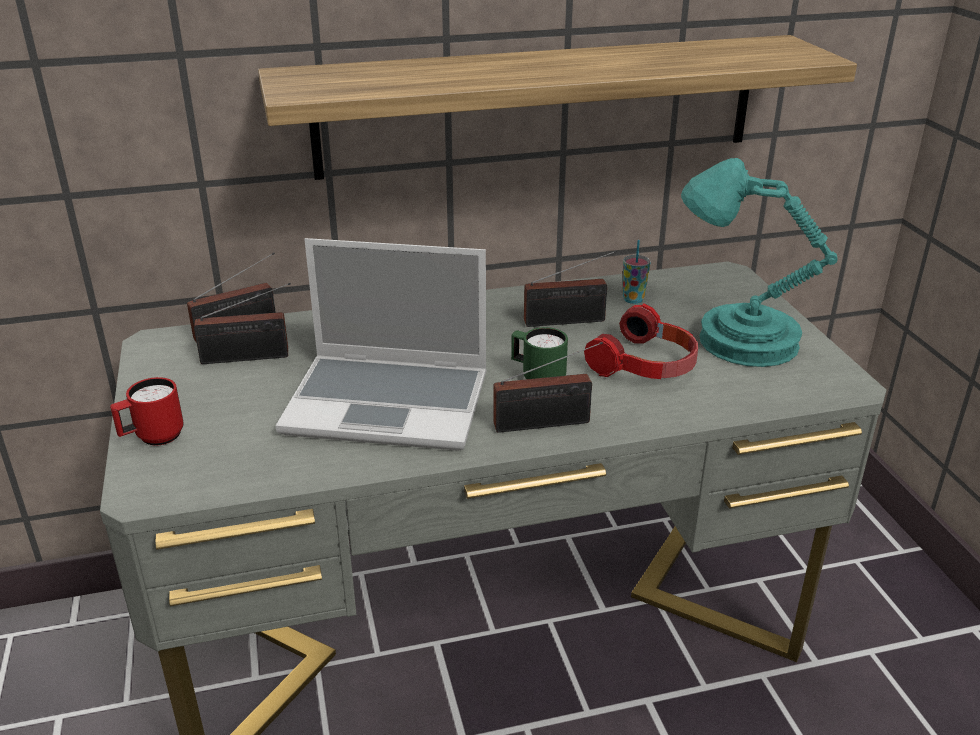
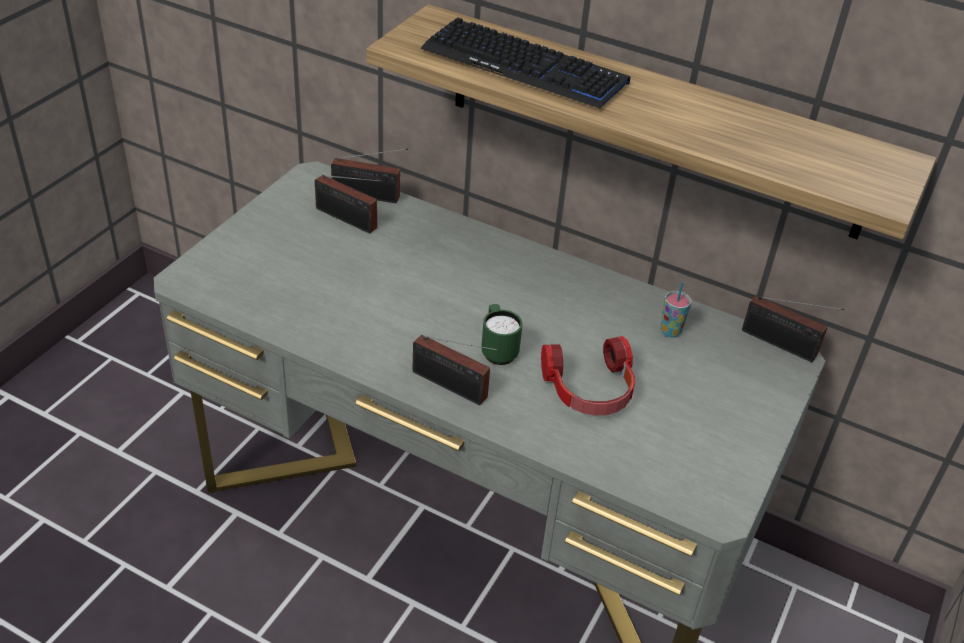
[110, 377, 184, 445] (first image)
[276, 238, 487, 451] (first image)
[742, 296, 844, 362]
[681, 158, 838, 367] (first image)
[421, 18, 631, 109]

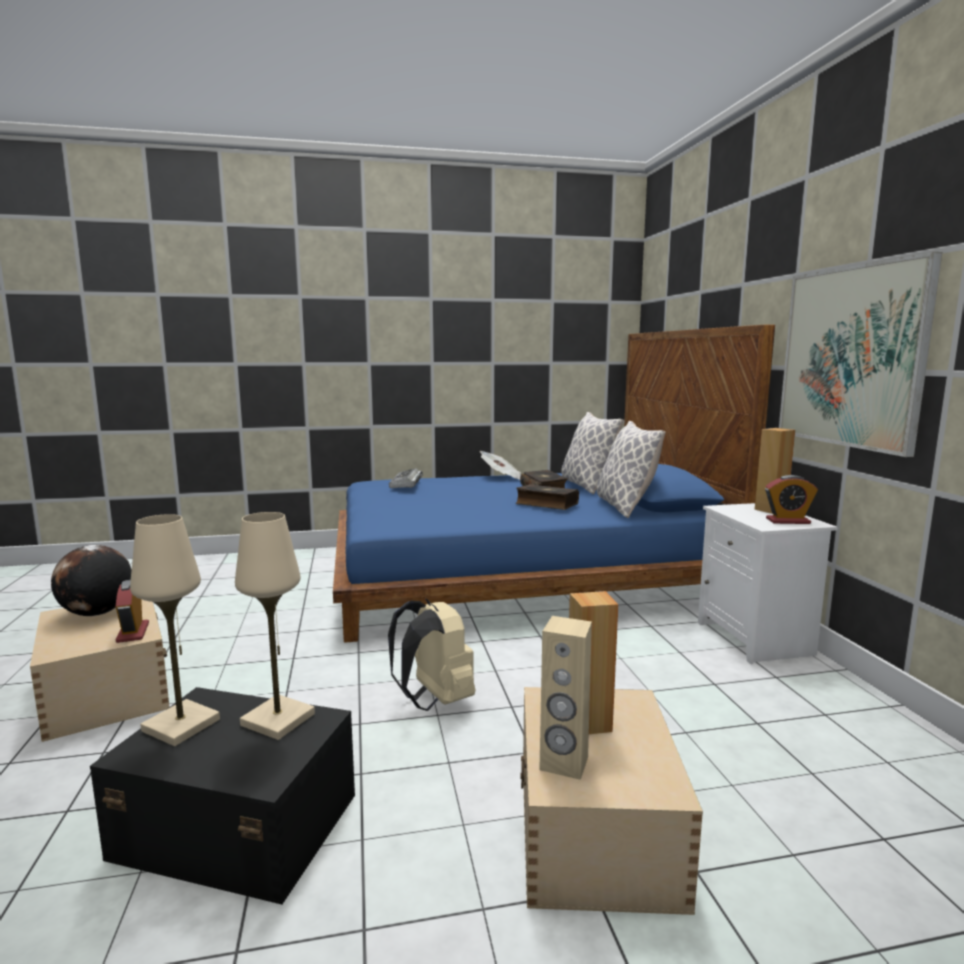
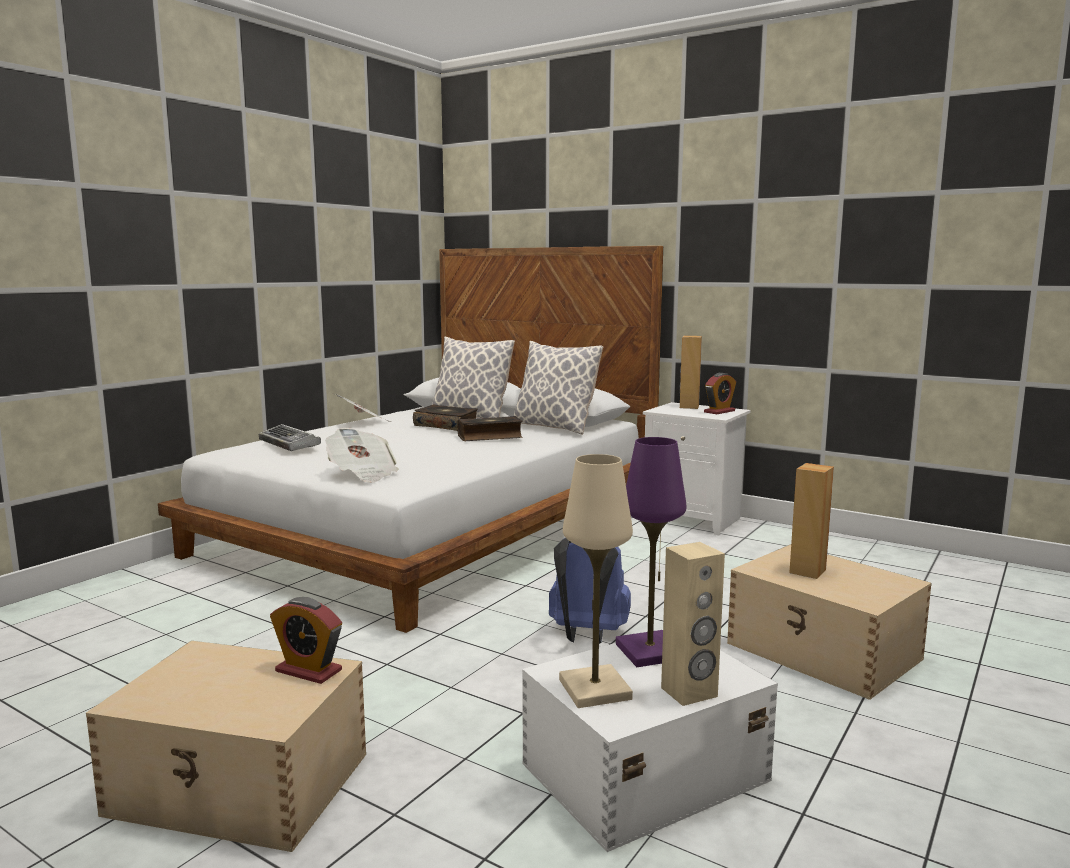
[51, 545, 132, 616] (first image)
[522, 643, 778, 852]
[616, 437, 687, 667]
[158, 246, 663, 633]
[549, 538, 631, 644]
[661, 542, 725, 706]
[779, 252, 942, 457] (first image)
[325, 428, 399, 483]

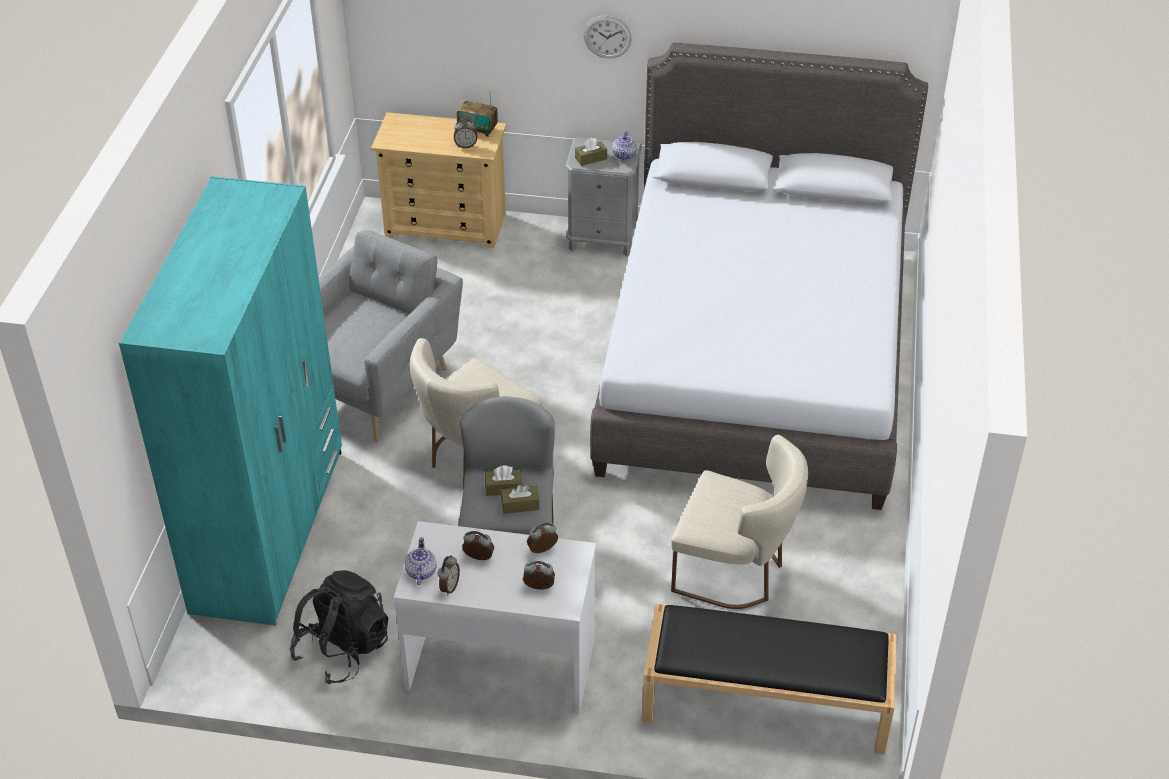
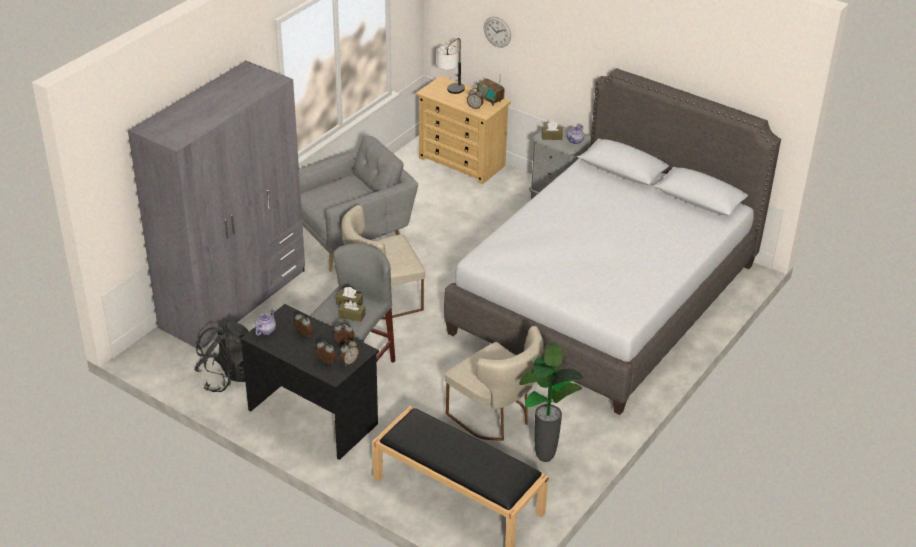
[128, 60, 305, 350]
[241, 304, 379, 460]
[340, 340, 359, 366]
[484, 16, 511, 48]
[436, 38, 465, 94]
[519, 343, 583, 462]

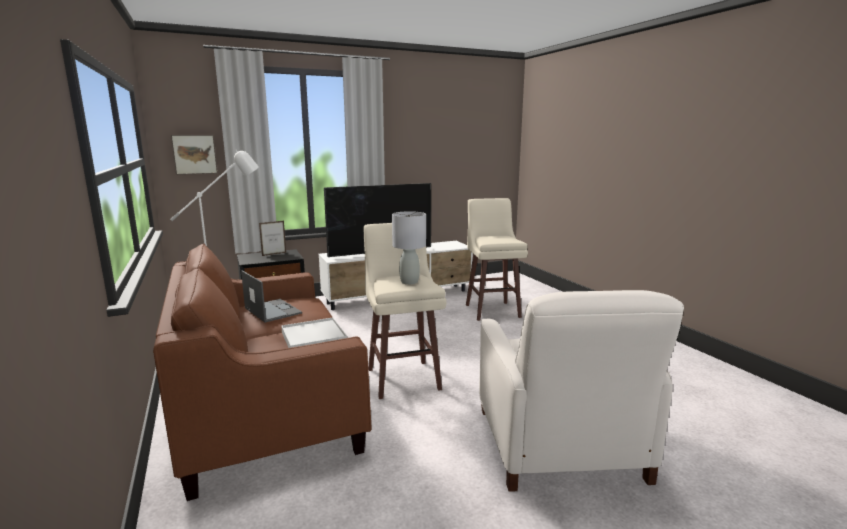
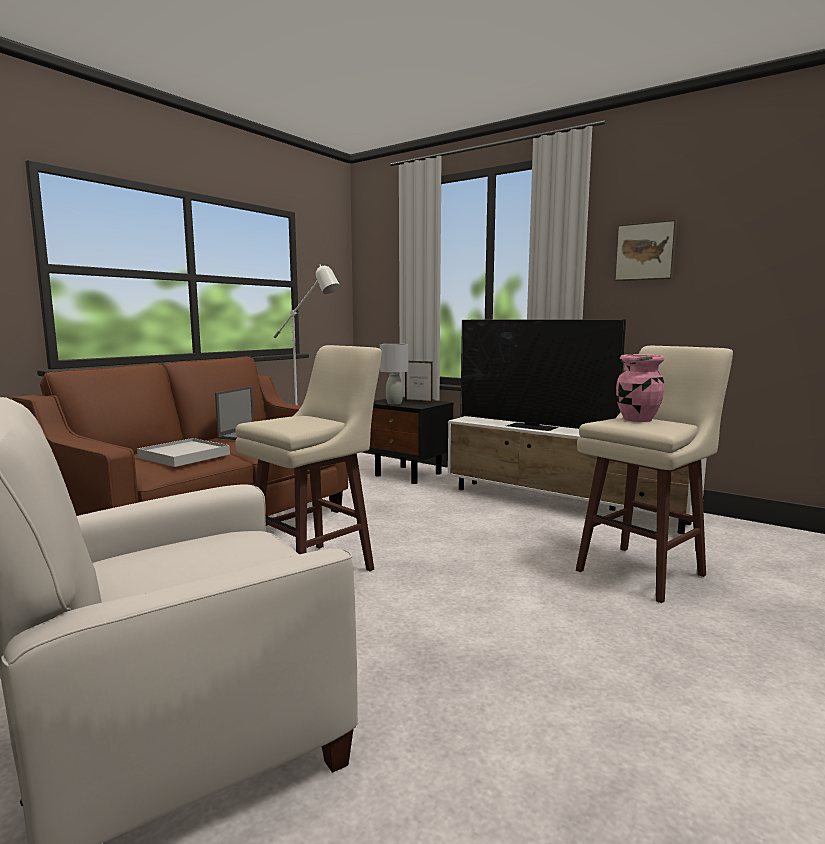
[614, 220, 677, 281]
[380, 344, 408, 404]
[616, 354, 665, 422]

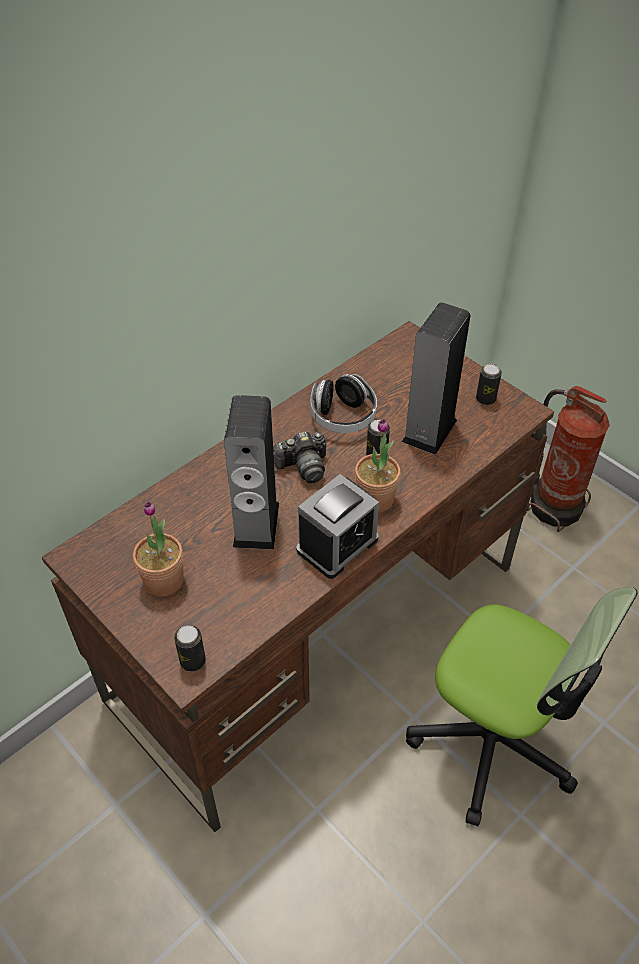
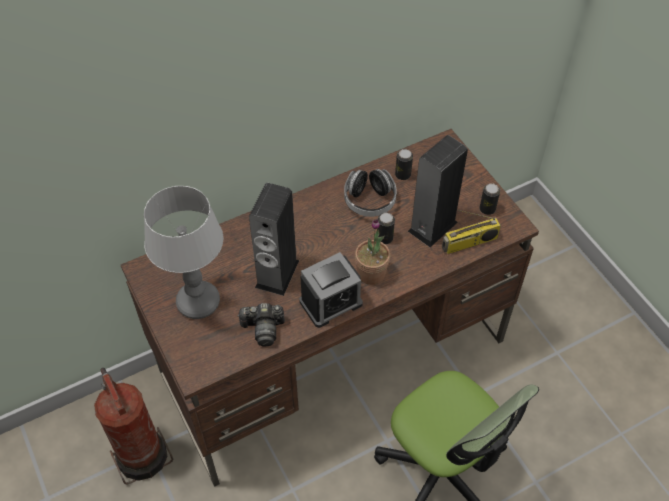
[144, 186, 224, 319]
[395, 149, 413, 180]
[237, 303, 285, 346]
[94, 368, 173, 484]
[442, 210, 501, 254]

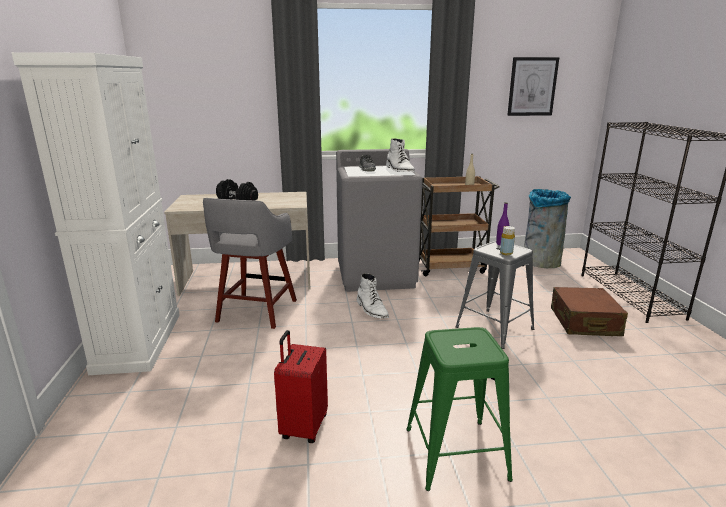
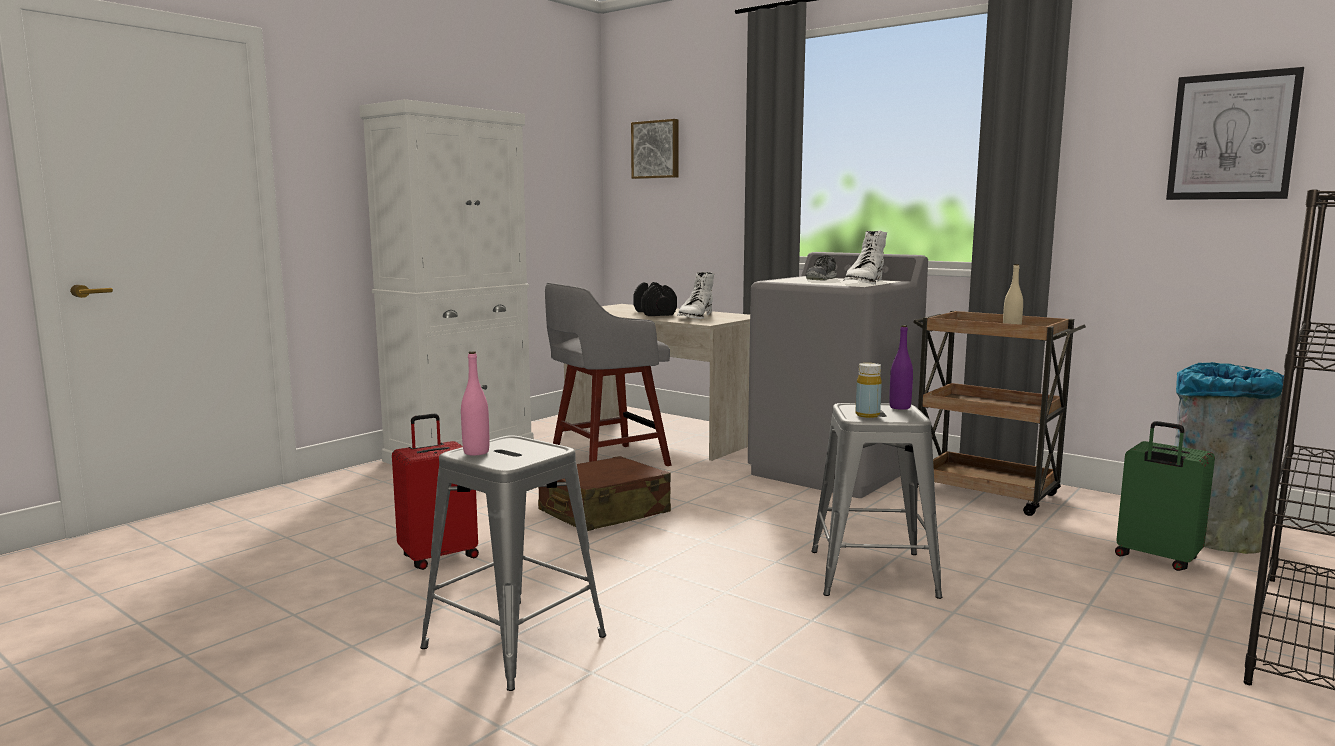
[677, 272, 714, 319]
[420, 435, 606, 691]
[538, 456, 671, 531]
[461, 351, 489, 456]
[631, 119, 679, 179]
[1115, 421, 1215, 571]

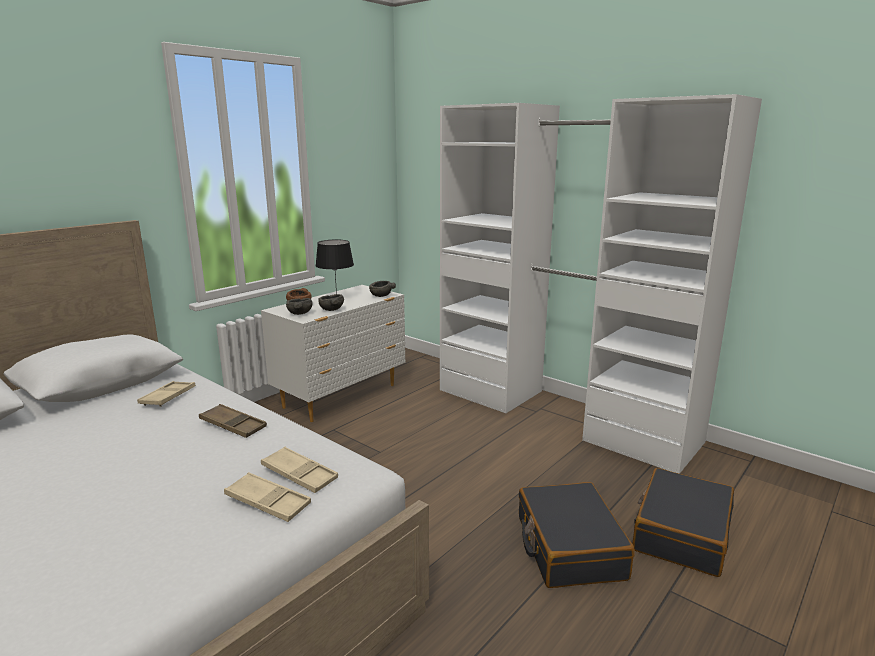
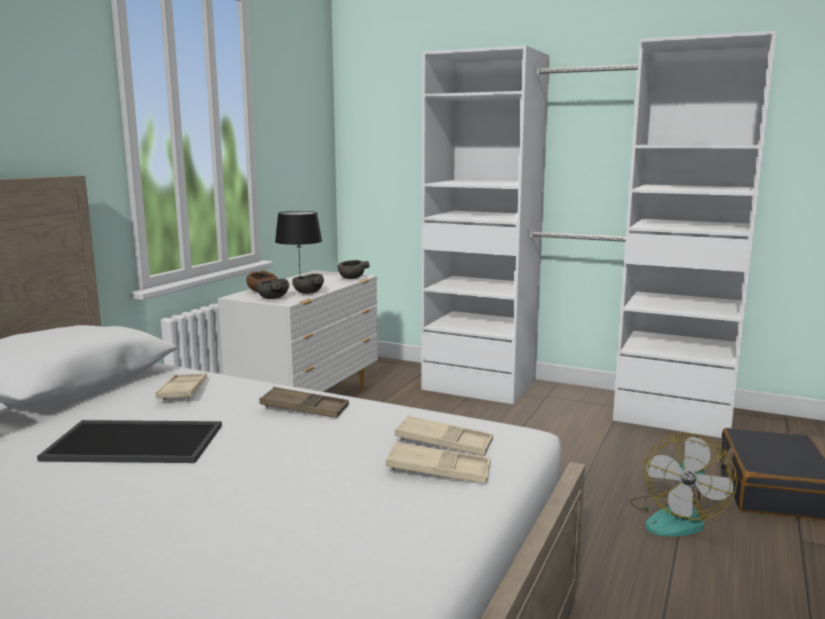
[630, 433, 737, 536]
[37, 420, 222, 463]

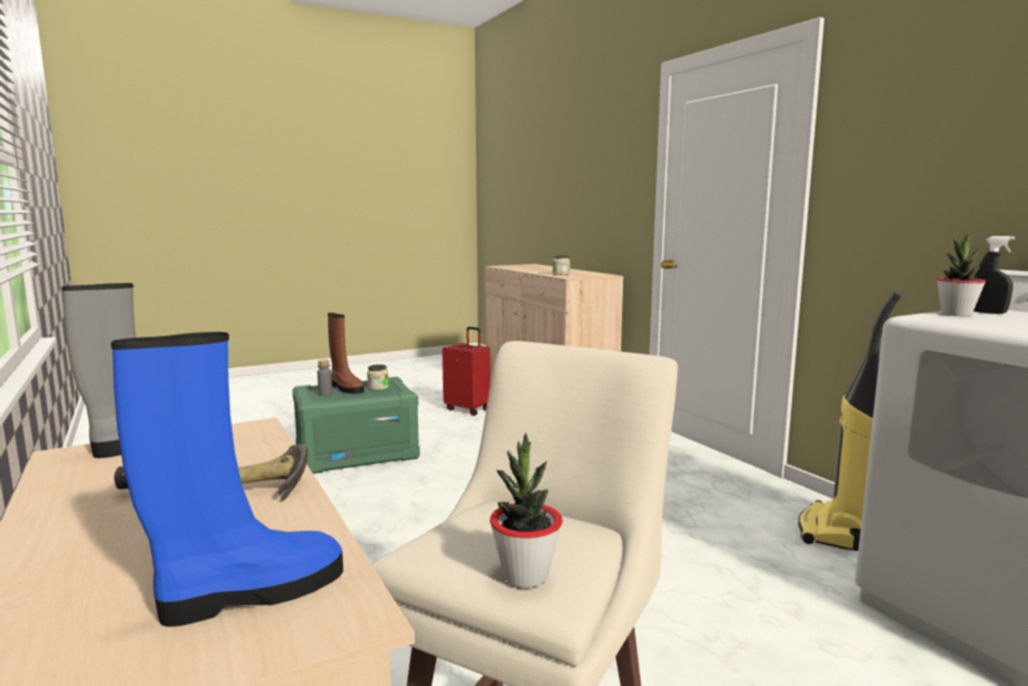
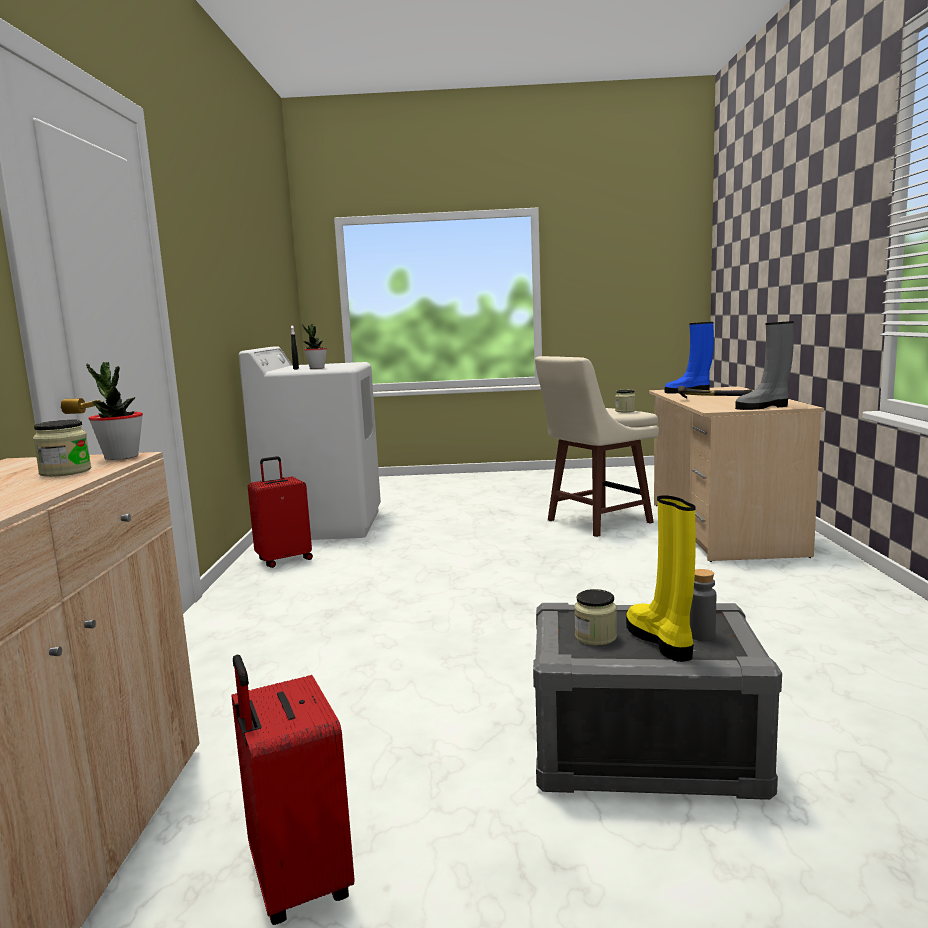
[533, 603, 782, 800]
[626, 495, 696, 662]
[86, 362, 143, 460]
[248, 456, 313, 568]
[615, 390, 635, 412]

